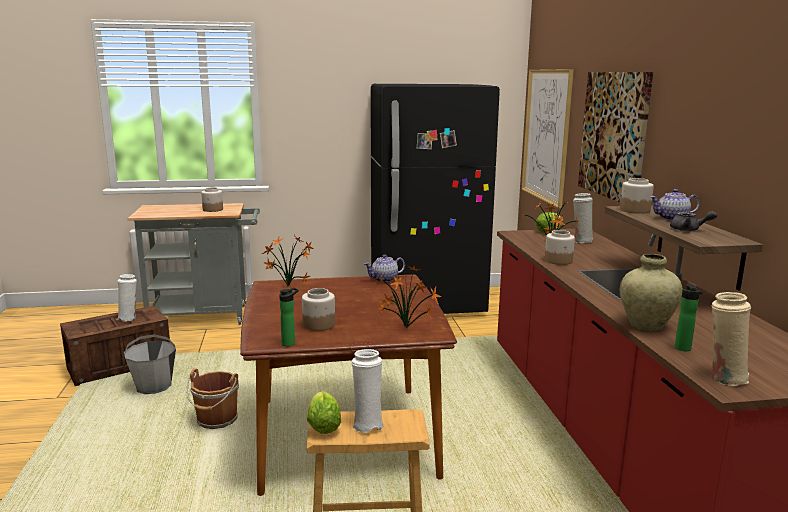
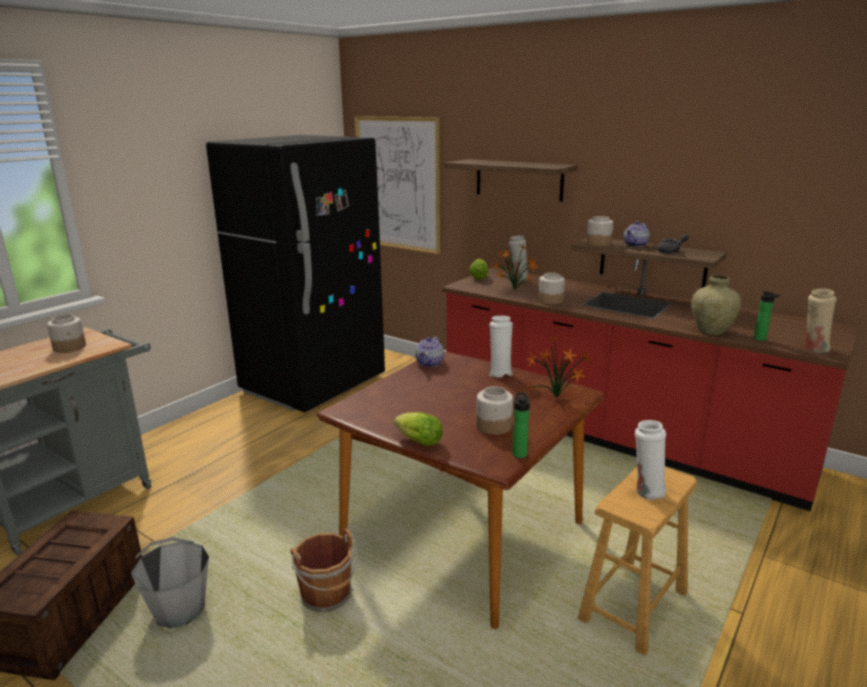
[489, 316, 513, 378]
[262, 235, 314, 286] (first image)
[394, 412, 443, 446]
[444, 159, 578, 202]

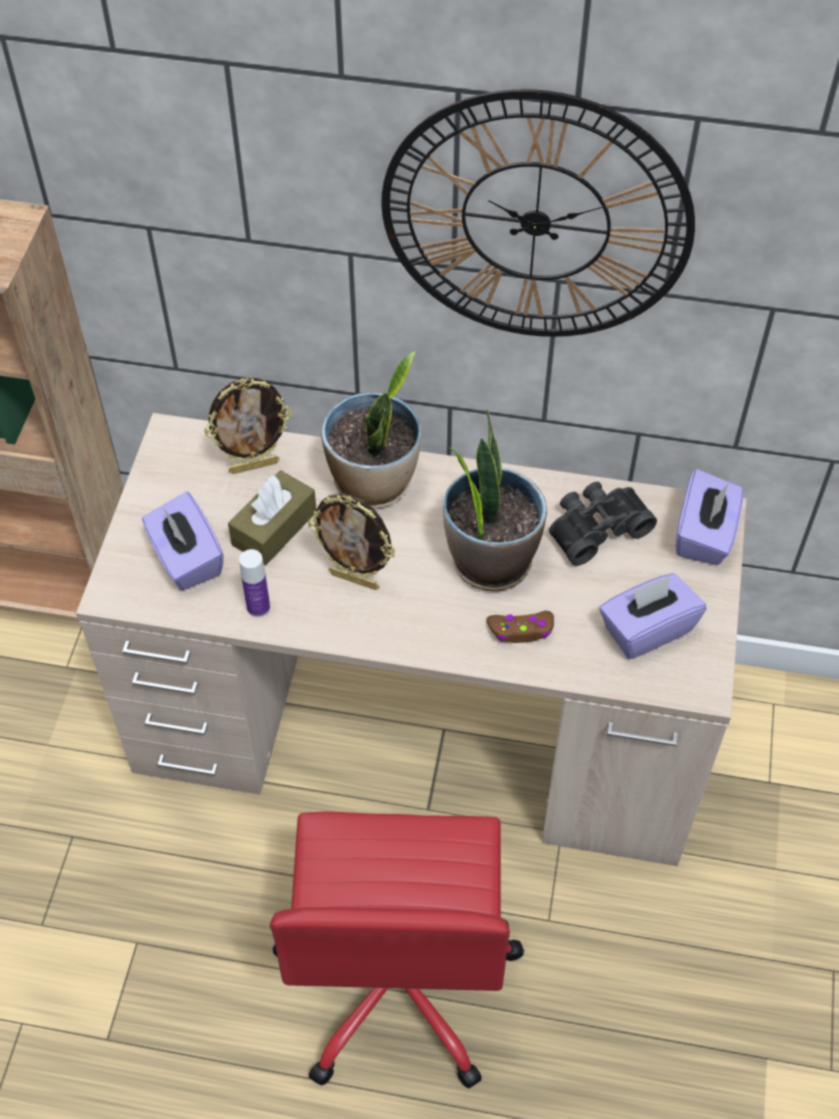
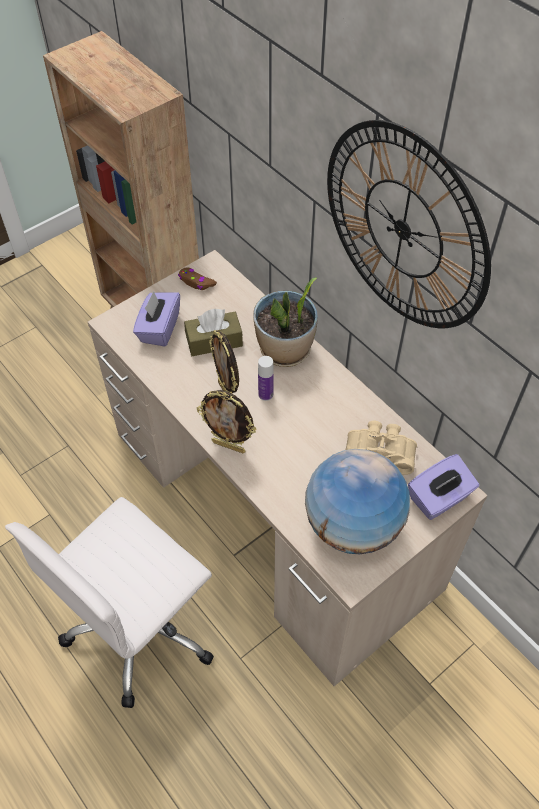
[197, 390, 256, 453]
[258, 356, 274, 401]
[5, 497, 214, 708]
[443, 409, 547, 591] (first image)
[178, 267, 217, 290]
[346, 421, 417, 475]
[305, 449, 410, 554]

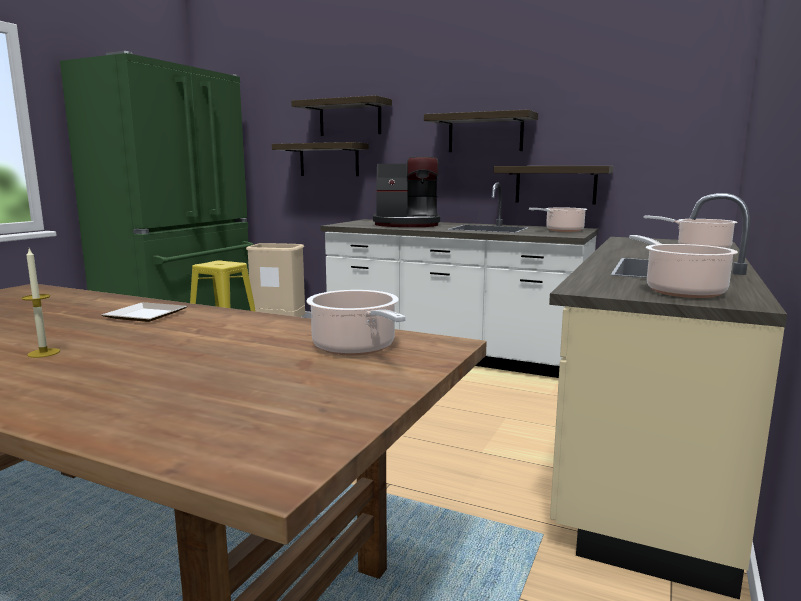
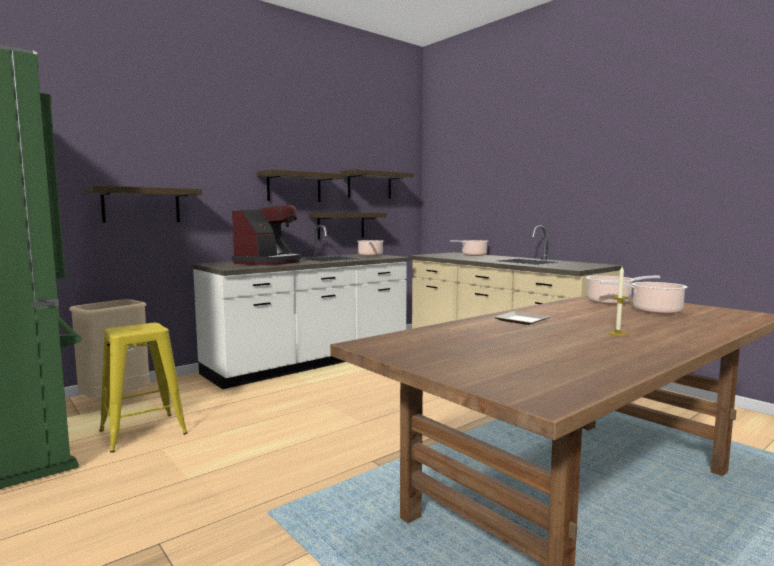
[340, 169, 414, 199]
[600, 281, 688, 314]

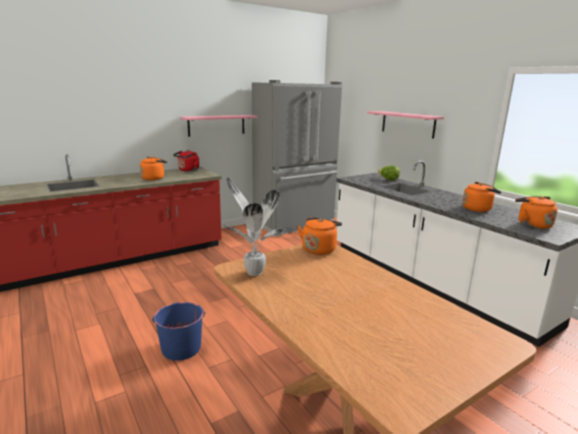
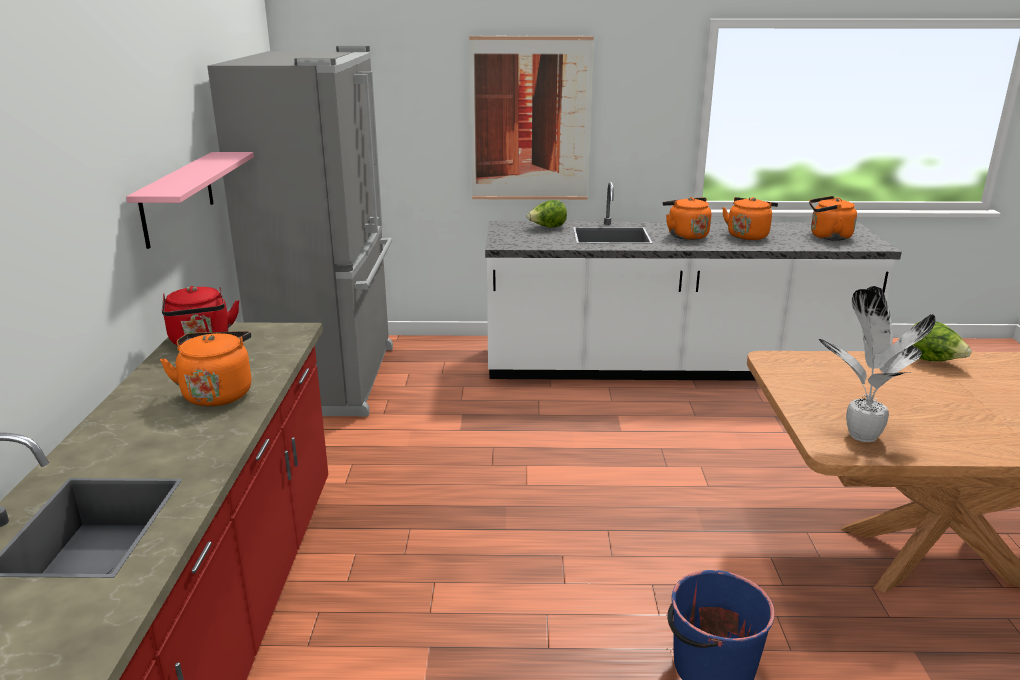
[663, 197, 711, 240]
[469, 35, 594, 200]
[913, 321, 972, 361]

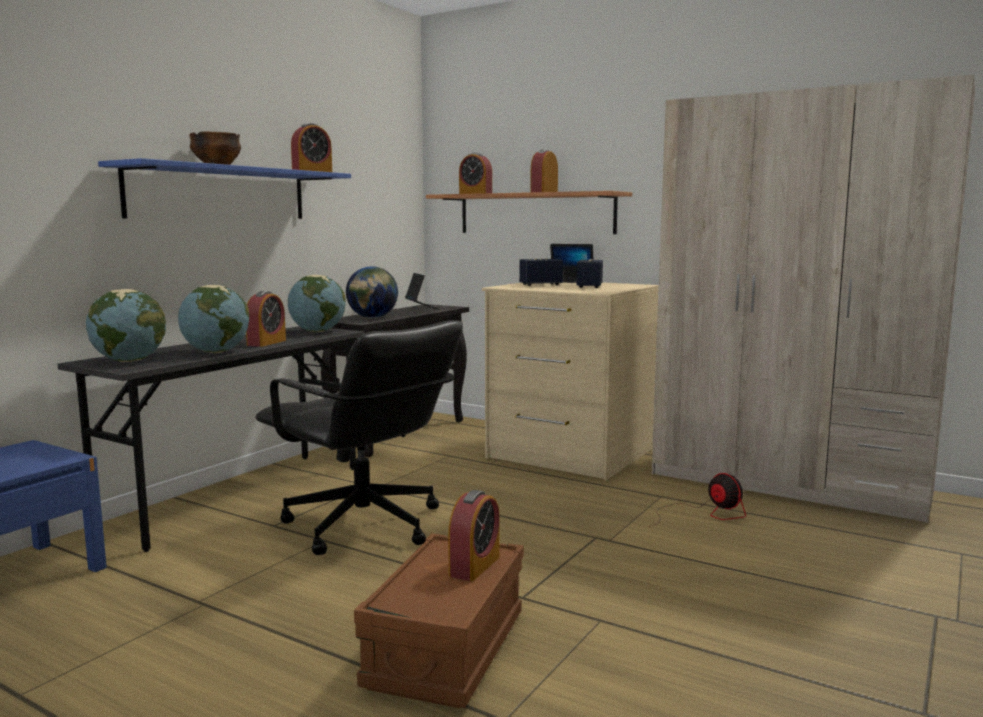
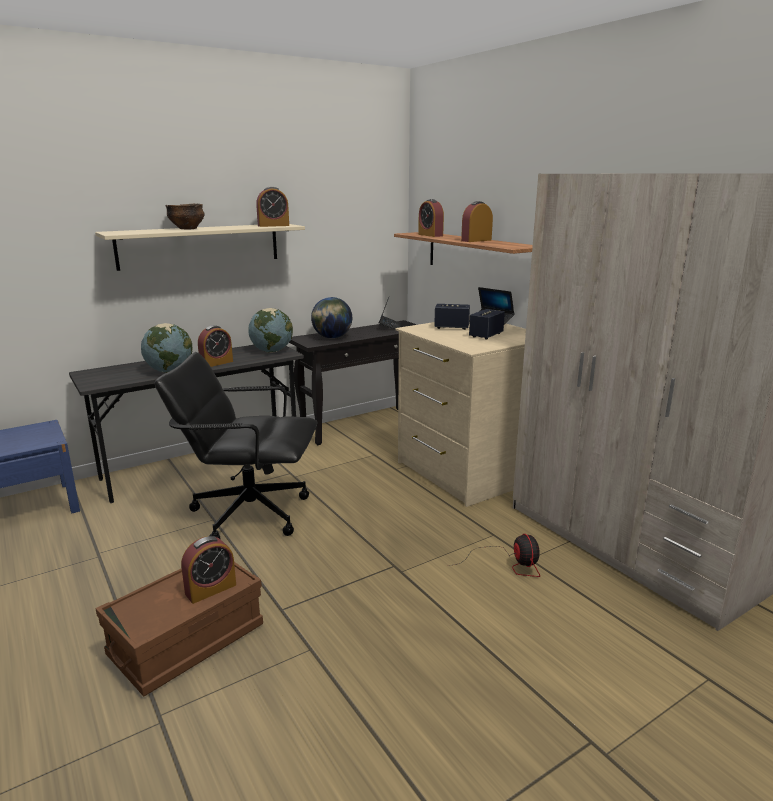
[86, 289, 166, 362] (first image)
[95, 224, 305, 271]
[155, 352, 317, 539]

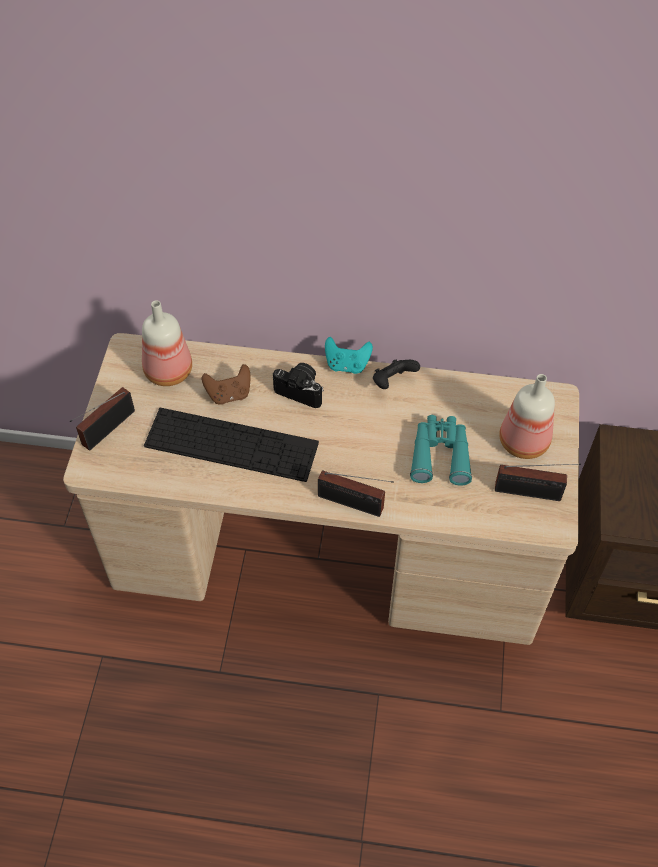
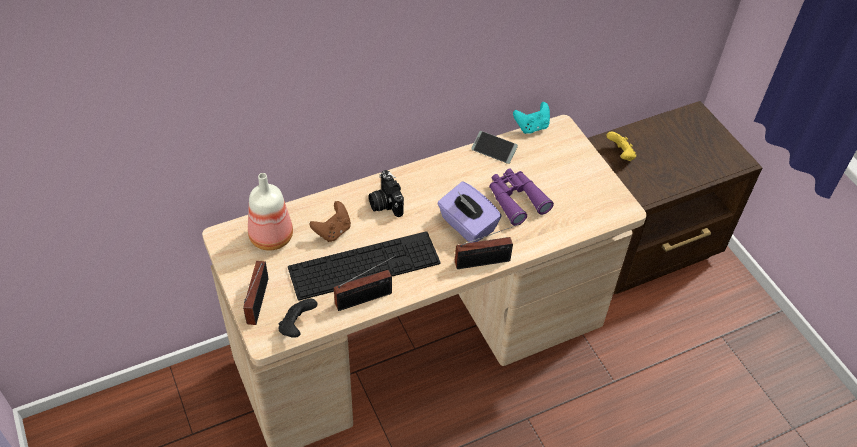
[369, 170, 404, 217]
[513, 102, 550, 134]
[279, 299, 318, 338]
[489, 168, 554, 226]
[334, 255, 396, 311]
[499, 374, 555, 459] (first image)
[437, 181, 502, 243]
[471, 131, 518, 164]
[606, 131, 636, 161]

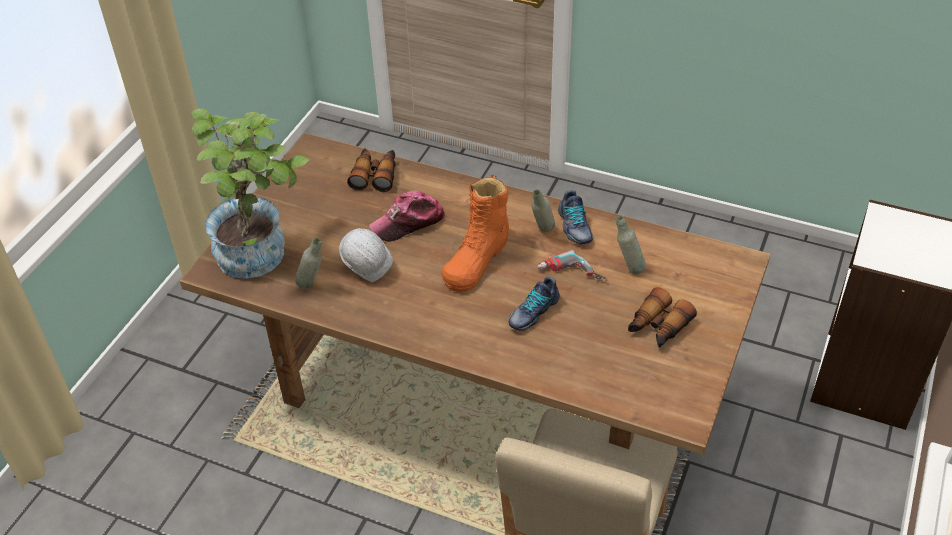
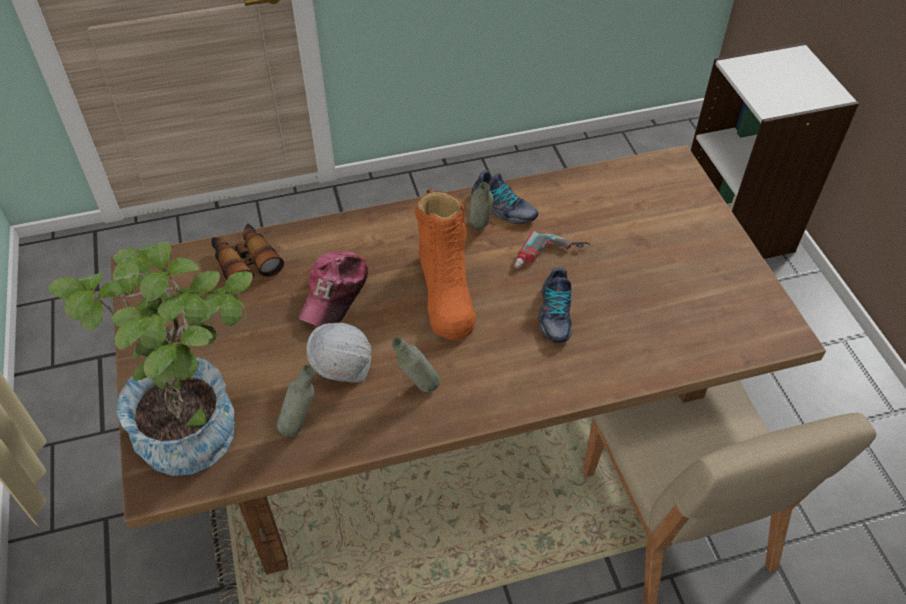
[392, 337, 440, 393]
[628, 287, 697, 347] (first image)

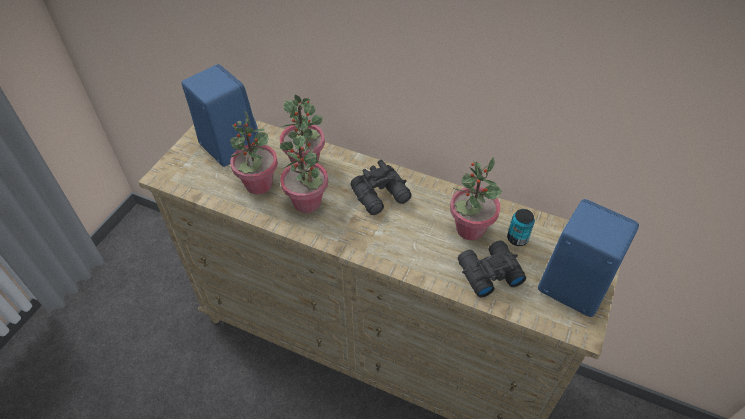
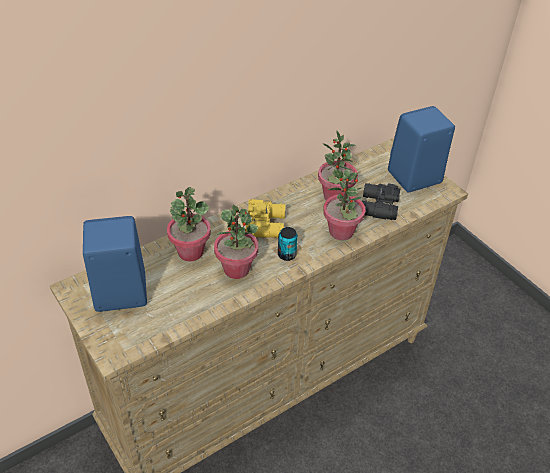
[323, 169, 365, 240]
[246, 199, 286, 238]
[278, 227, 298, 261]

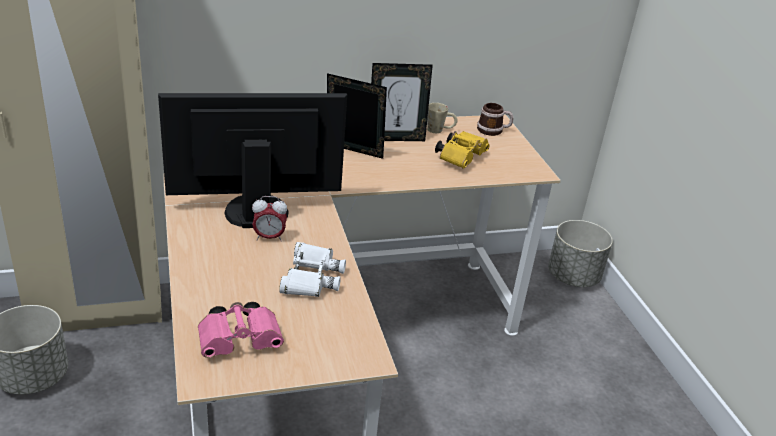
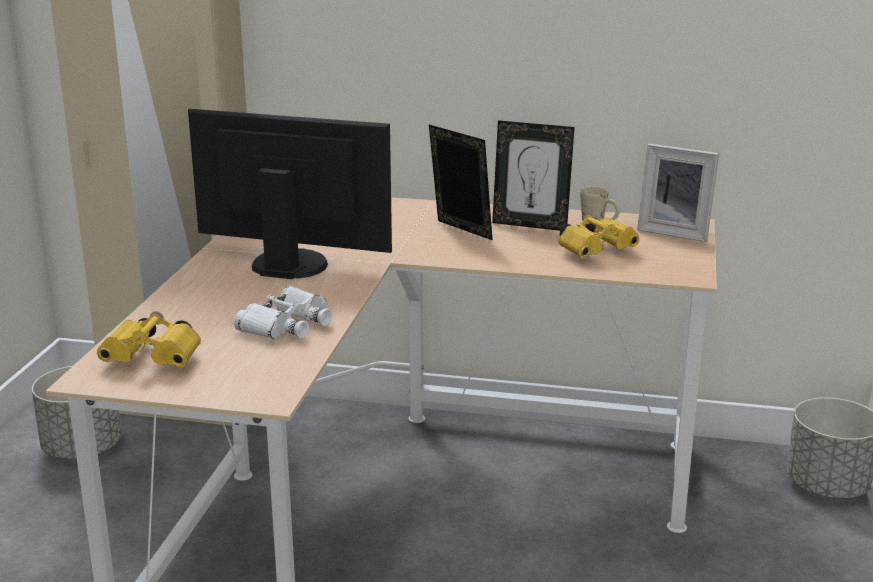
[97, 311, 201, 367]
[252, 196, 287, 242] (first image)
[637, 144, 719, 242]

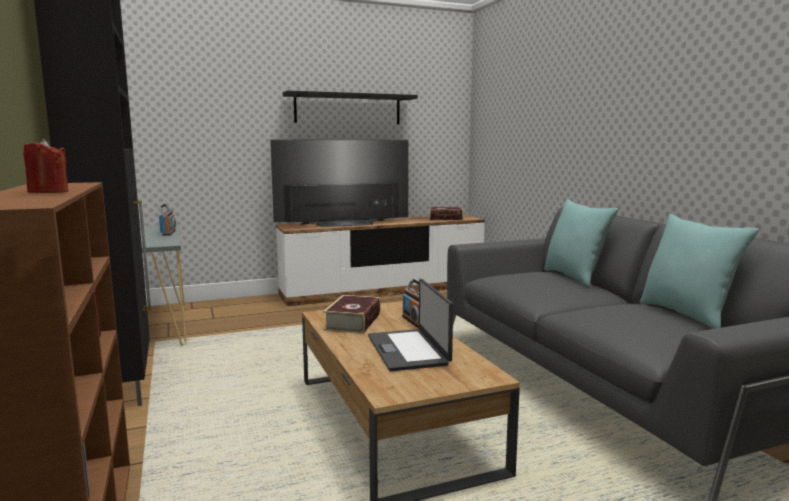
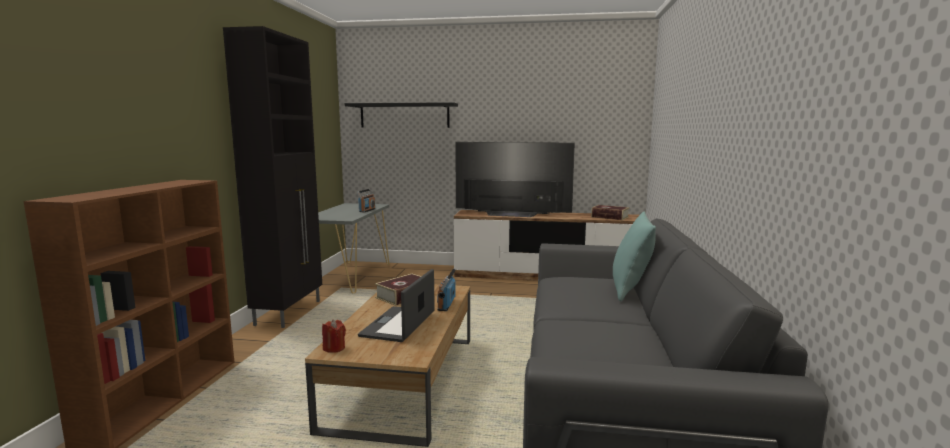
[322, 320, 346, 353]
[345, 102, 458, 128]
[640, 214, 759, 329] (first image)

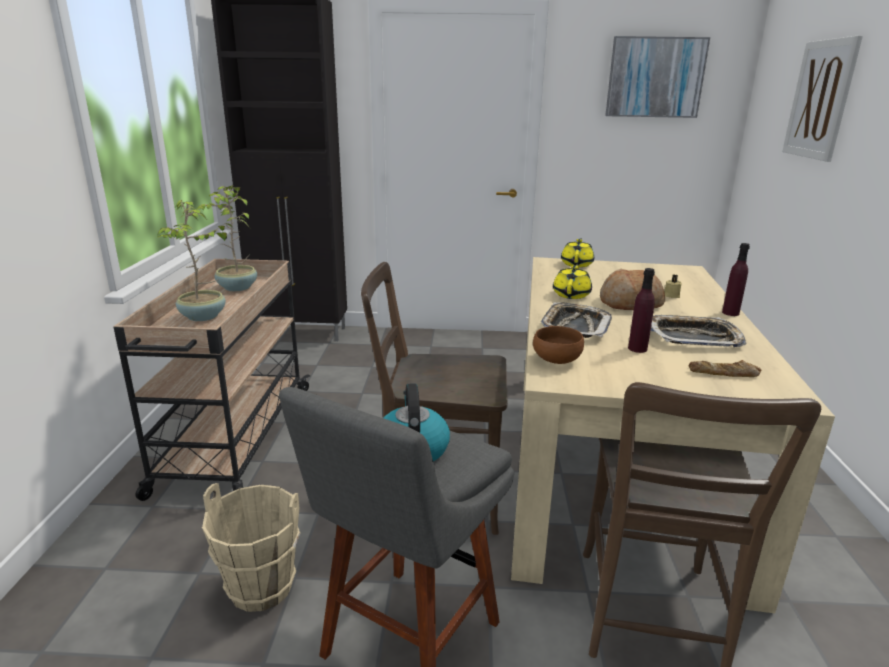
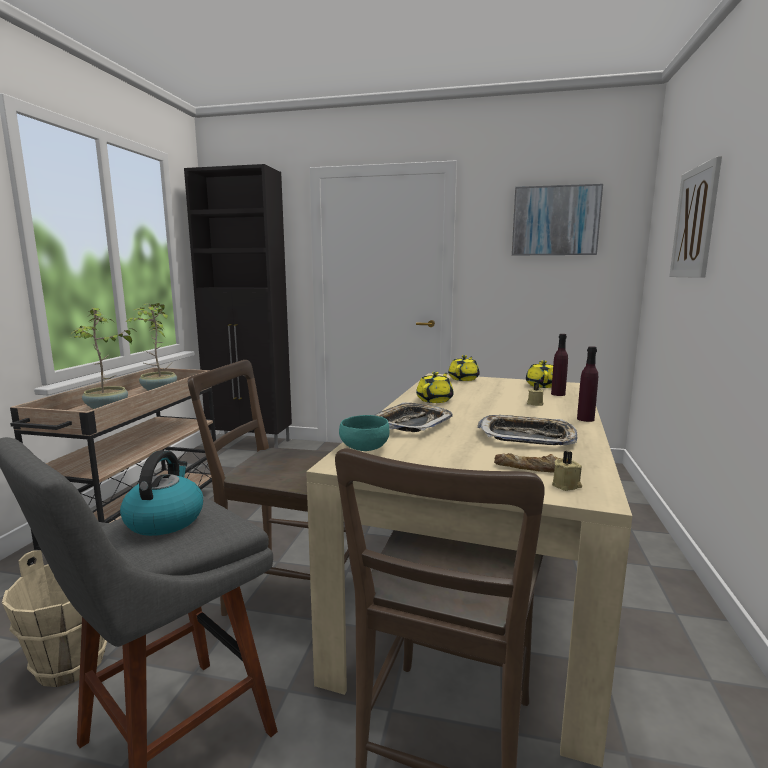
[339, 415, 390, 451]
[600, 269, 665, 310] (first image)
[551, 334, 568, 396]
[526, 360, 553, 388]
[552, 451, 582, 491]

